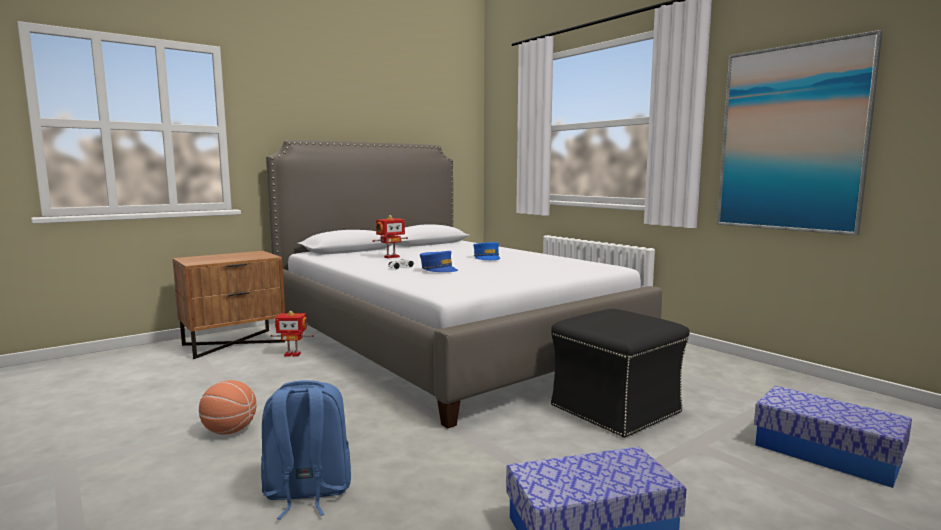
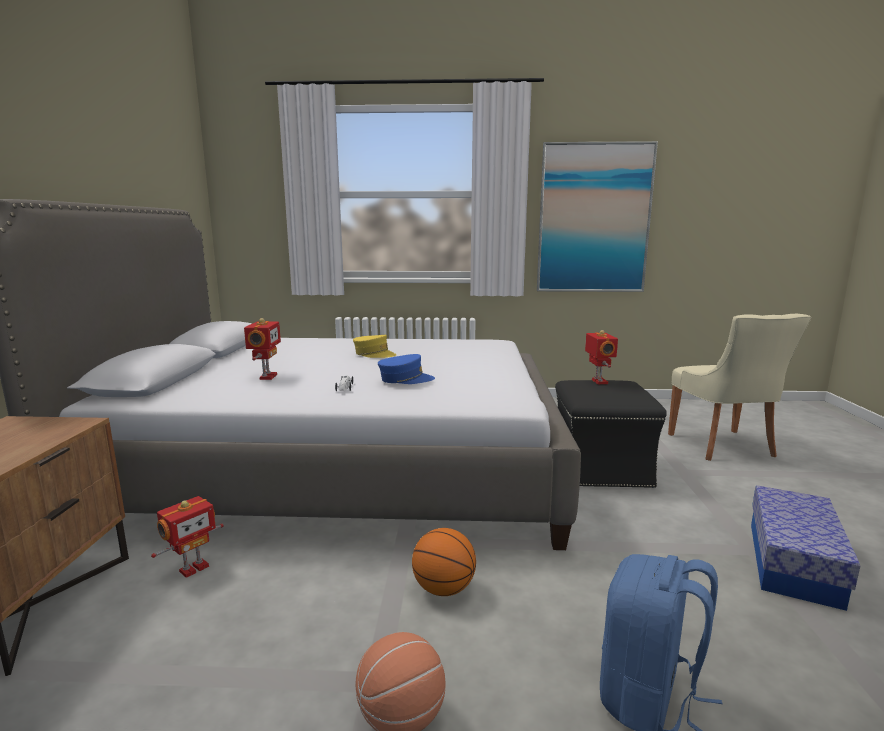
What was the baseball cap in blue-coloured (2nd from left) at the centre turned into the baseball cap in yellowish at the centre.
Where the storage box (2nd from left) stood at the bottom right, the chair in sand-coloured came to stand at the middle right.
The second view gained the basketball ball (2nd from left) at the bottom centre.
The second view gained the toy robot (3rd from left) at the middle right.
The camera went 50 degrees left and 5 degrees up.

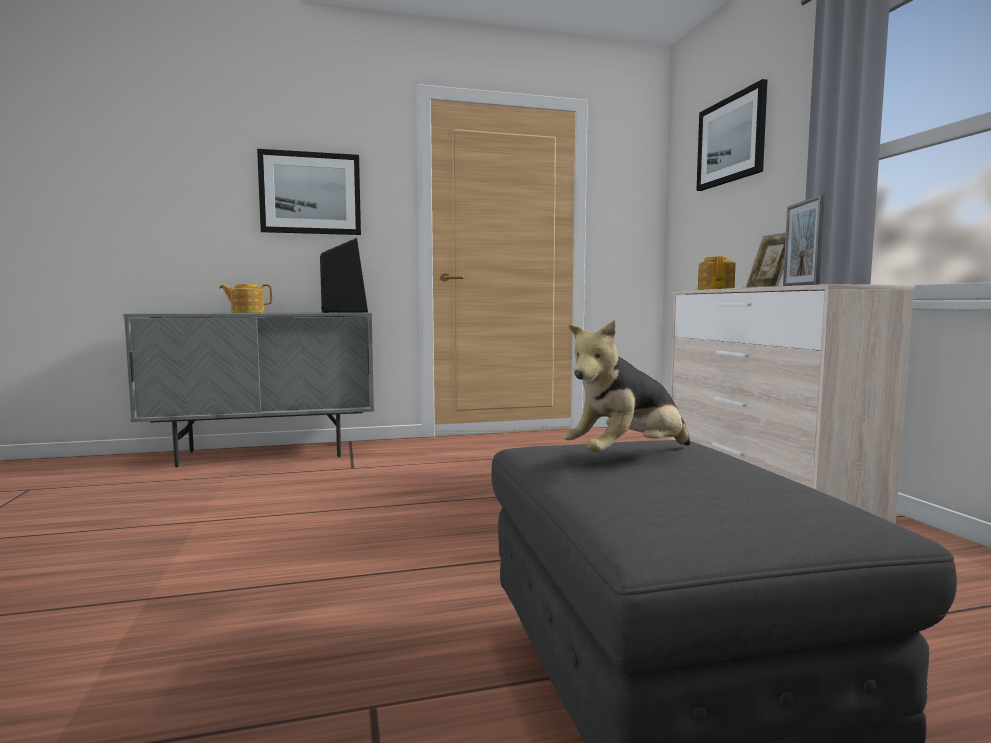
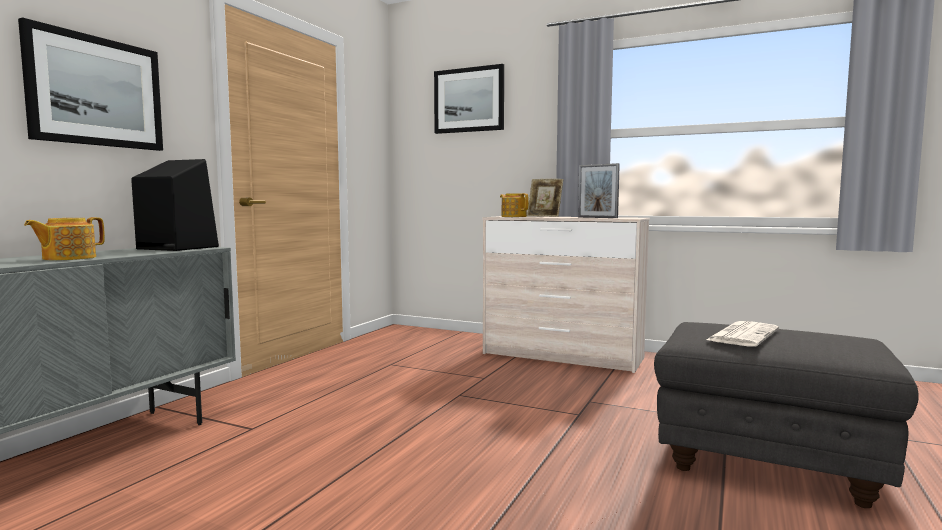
Where the plush toy stood at the centre, the printed paper came to stand at the middle right.
The camera went 50 degrees left and 0 degrees up.

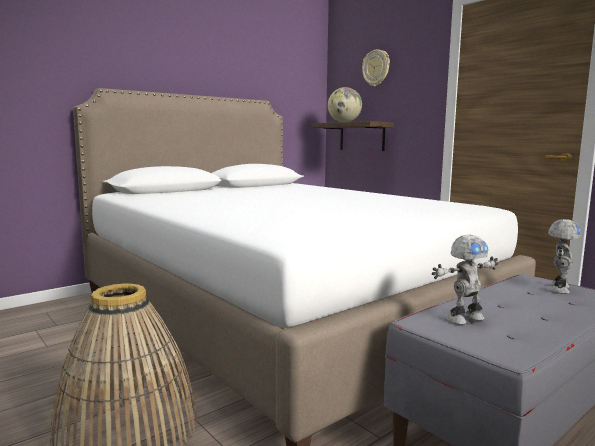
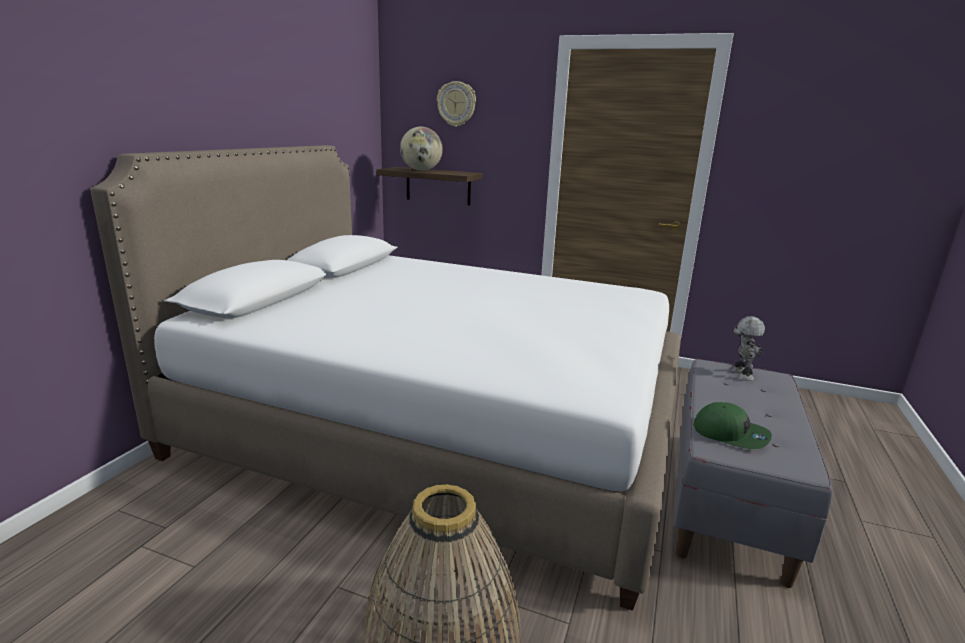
Where the toy robot (1st from left) stood at the middle right, the baseball cap in green-coloured came to stand at the middle right.
The camera went 30 degrees left and 10 degrees up.

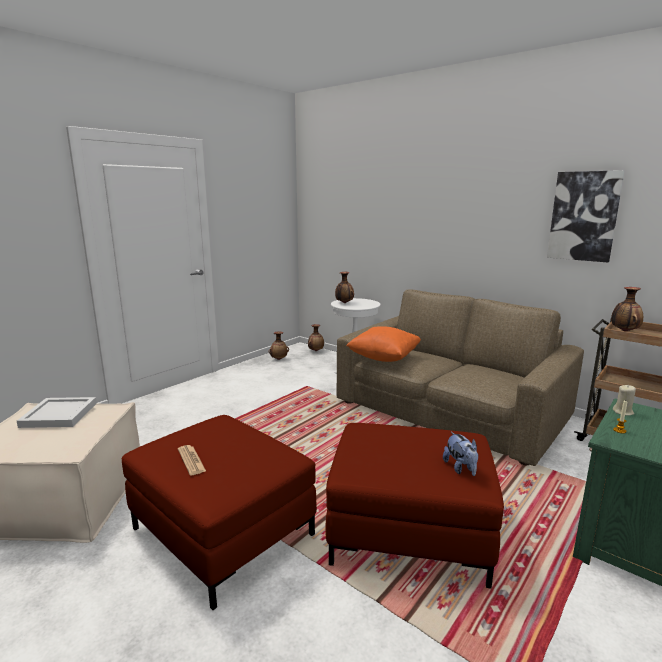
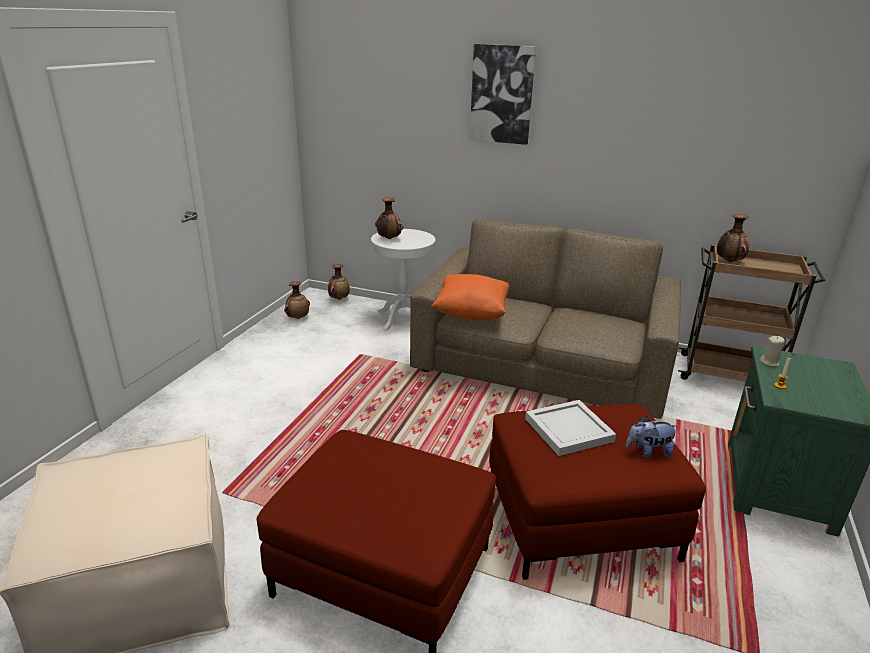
The carrying tray in whitish ended up elsewhere, having gone from the middle left to the centre.
The second view lost the printed paper at the bottom left.
The plush toy at the bottom right ended up facing another way, 120 degrees clockwise from before.
The picture ended up elsewhere, having gone from the top right to the top centre.
The camera went 20 degrees left and 10 degrees up.

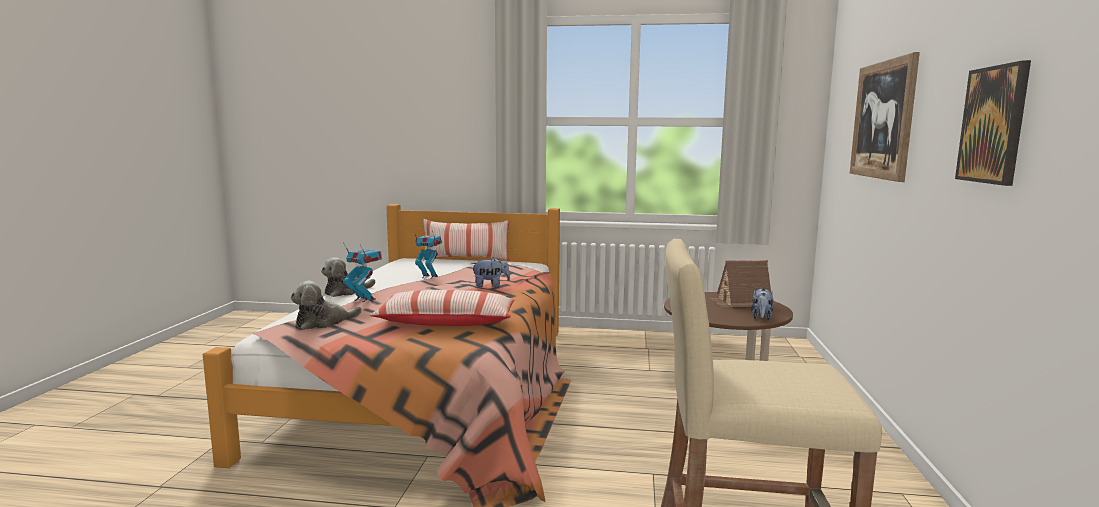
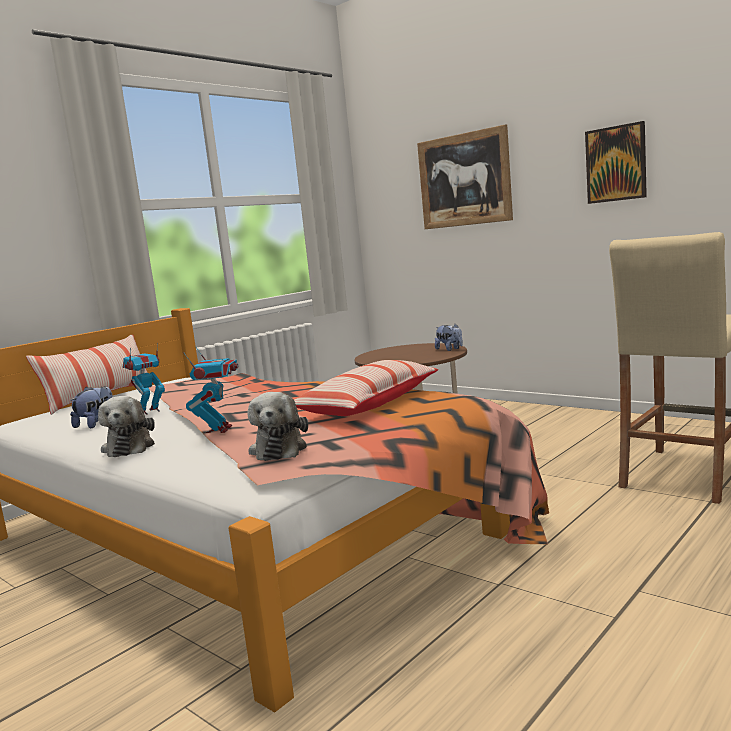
The toy robot (1st from left in the first image) at the middle left ended up facing another way, 120 degrees clockwise from before.
The plush toy (3rd from left in the first image) ended up elsewhere, having gone from the centre to the middle left.
The second view lost the toy house at the middle right.
The camera went 55 degrees left and 0 degrees up.

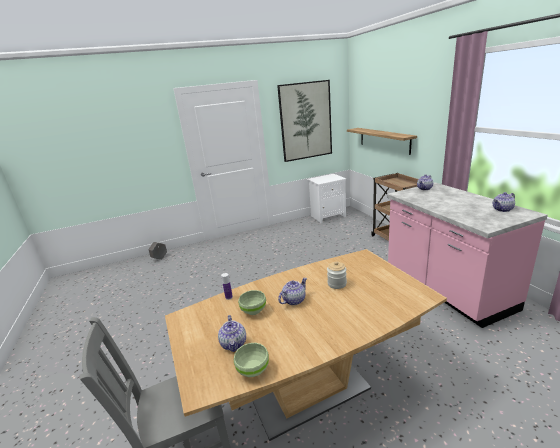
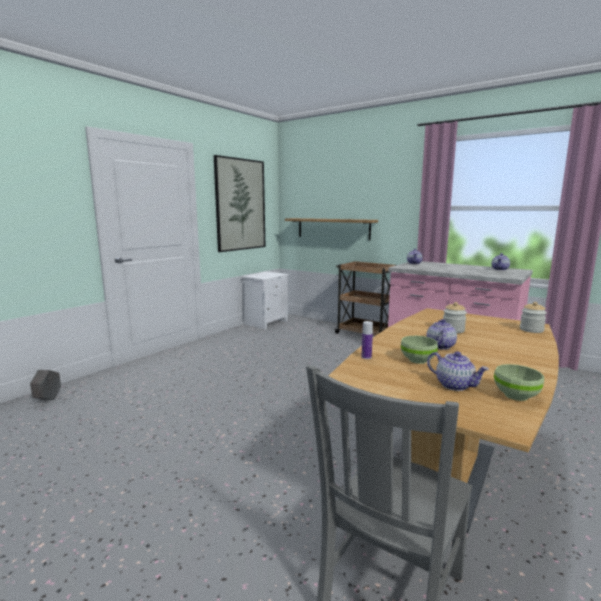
The second view gained the storage jar (2nd from left) at the middle right.
The camera went 35 degrees left and 10 degrees down.

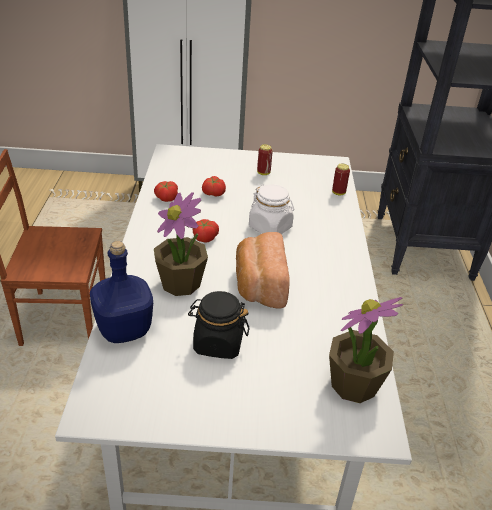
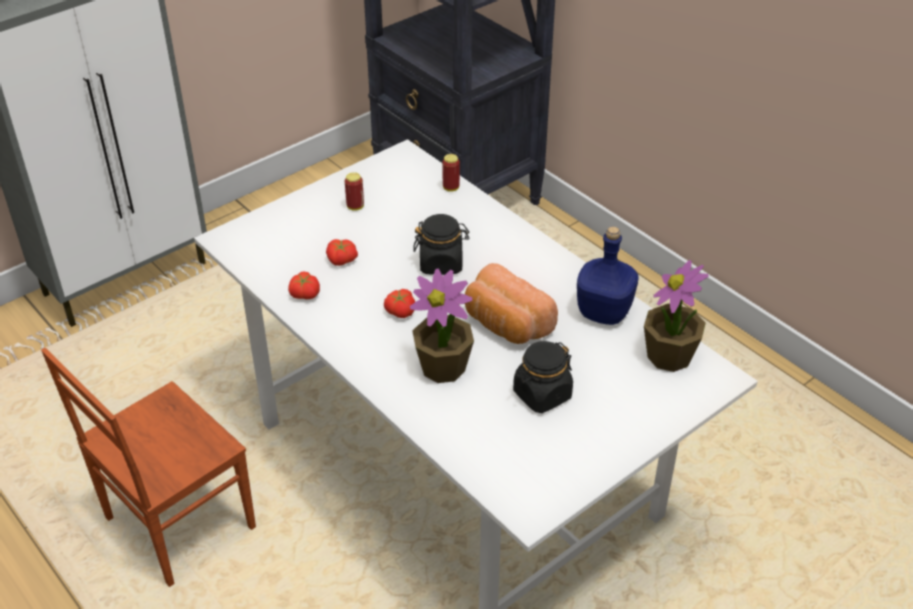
The bottle in blue-coloured ended up elsewhere, having gone from the middle left to the centre.
What was the storage jar in whitish at the centre turned into the storage jar in black (1st from left) at the centre.
The camera went 40 degrees left and 5 degrees up.

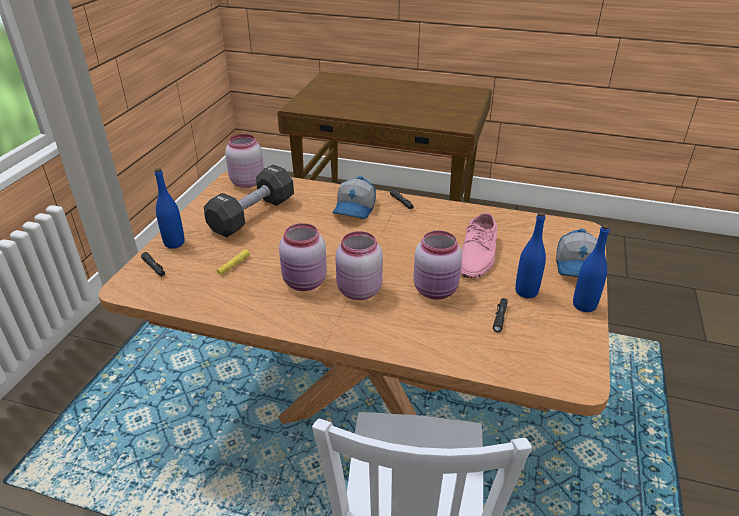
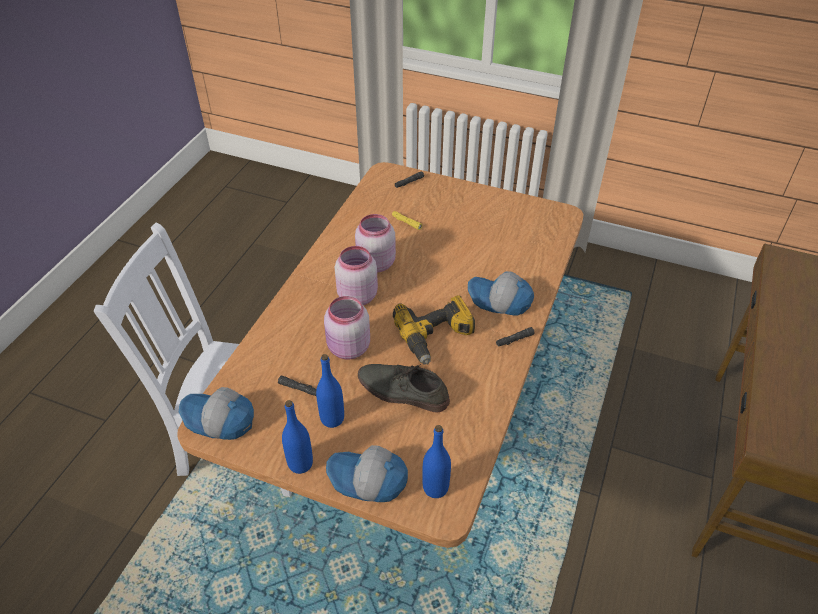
The bottle in blue-coloured (1st from left in the first image) ended up elsewhere, having gone from the middle left to the bottom centre.
The second view lost the hand weight in black at the centre.
The second view lost the storage jar in pinkish (1st from left) at the top left.
What was the low shoe in pinkish at the centre turned into the low shoe in gray at the centre.
The second view gained the baseball cap (1st from left) at the bottom left.
The second view gained the electric drill at the centre.
The camera went 95 degrees right and 10 degrees up.

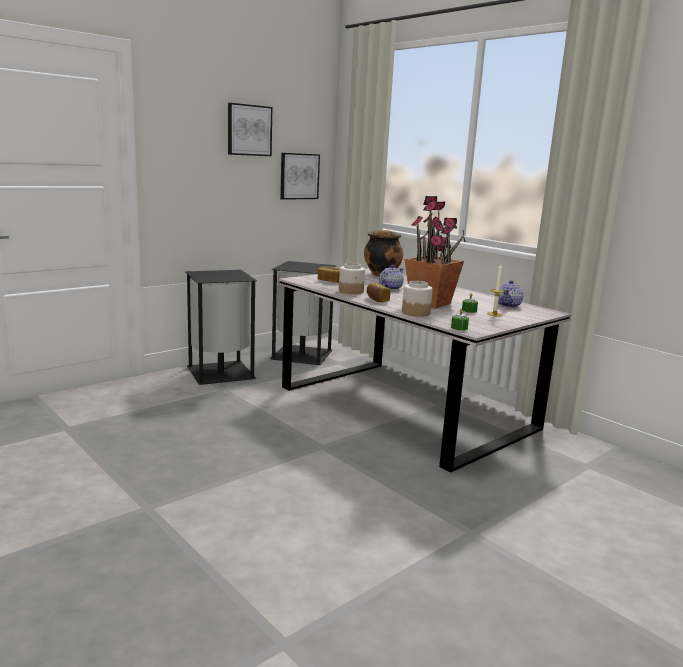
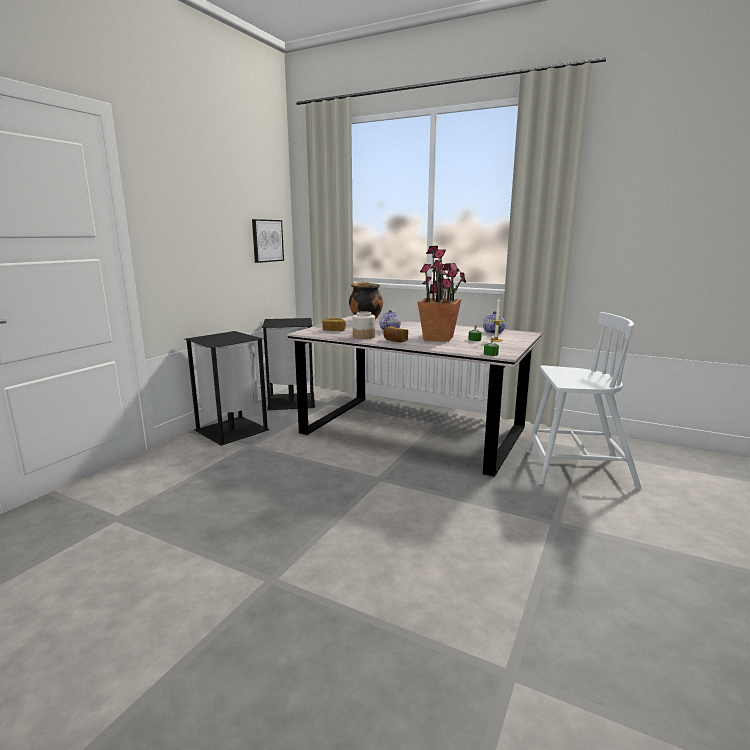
The second view lost the picture (1st from left) at the top centre.
The second view lost the storage jar (2nd from left) at the centre.
The second view gained the chair in whitish at the middle right.
The camera went 20 degrees left and 0 degrees up.

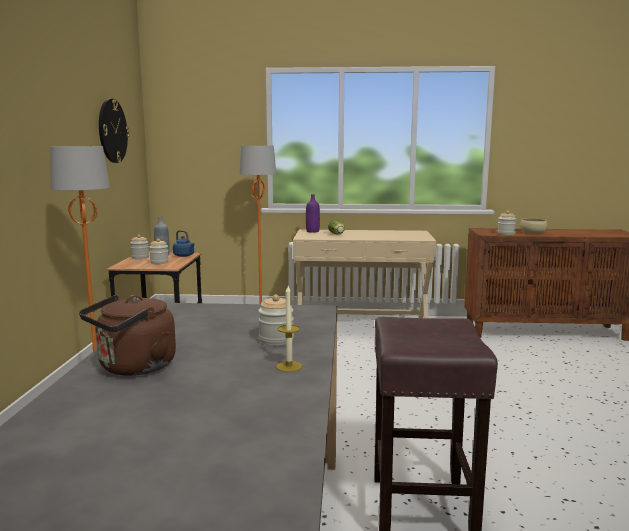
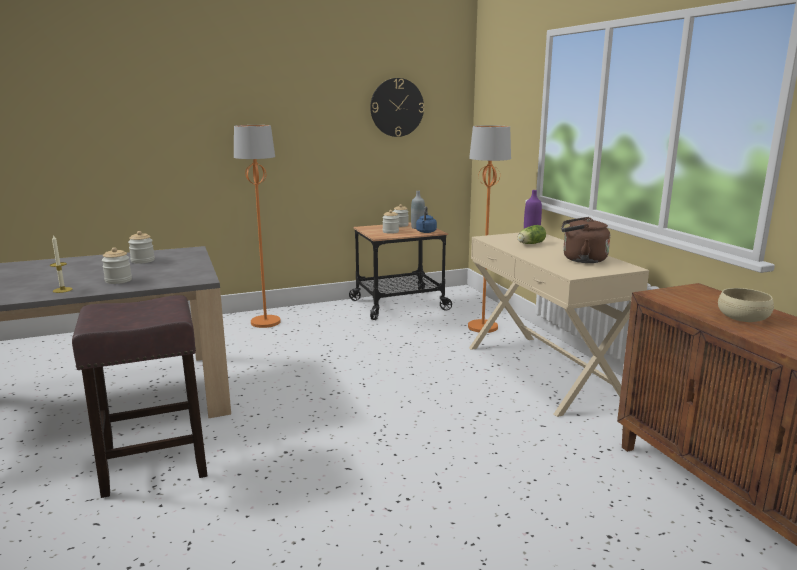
The tea kettle in brownish ended up elsewhere, having gone from the middle left to the middle right.
The storage jar (4th from left in the first image) ended up elsewhere, having gone from the middle right to the middle left.
The camera went 65 degrees right and 5 degrees up.

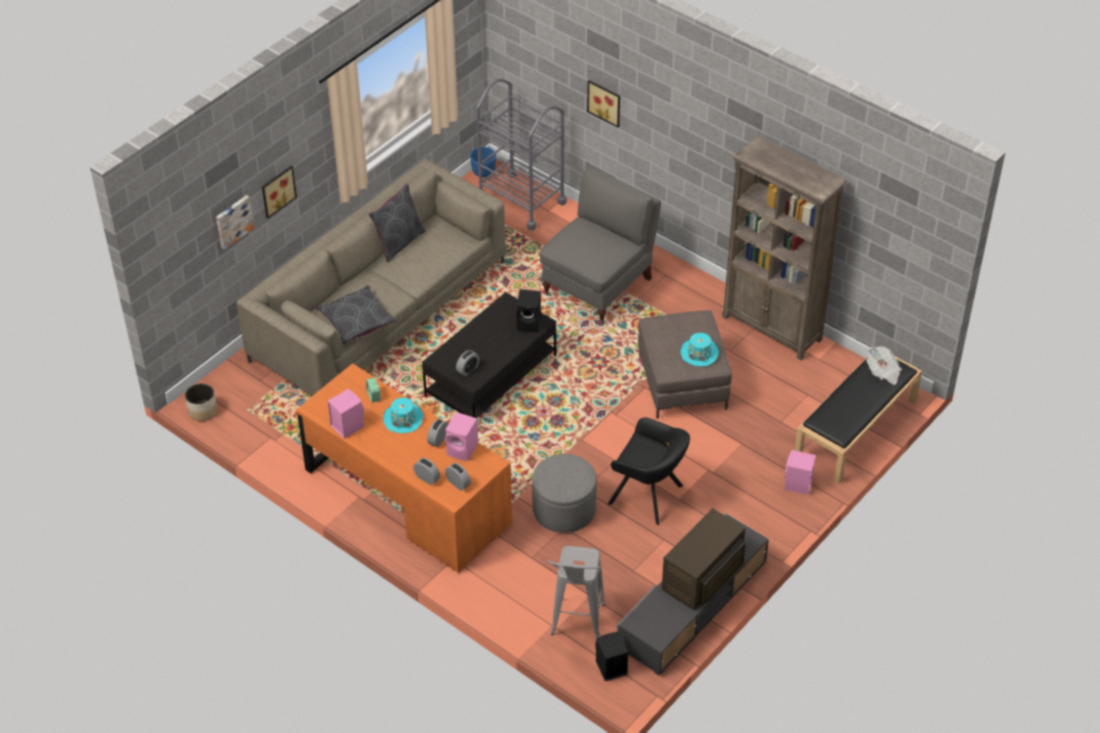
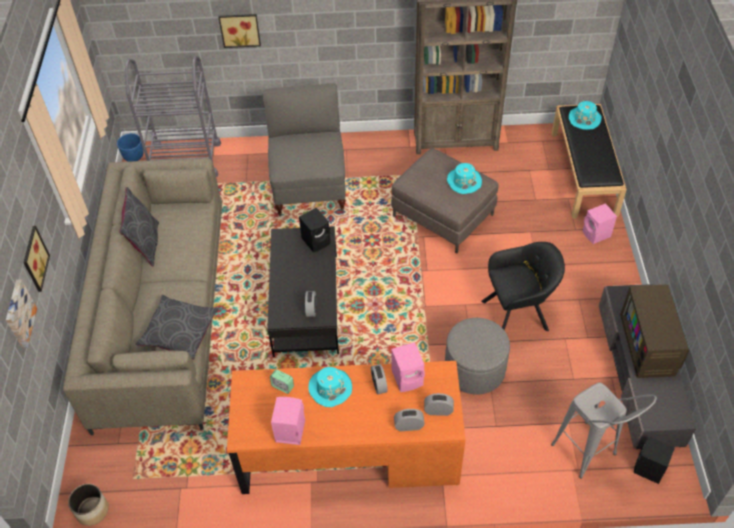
Where the printed paper stood at the middle right, the hat in blue-green (3rd from left) came to stand at the top right.
The camera went 40 degrees left and 5 degrees up.

